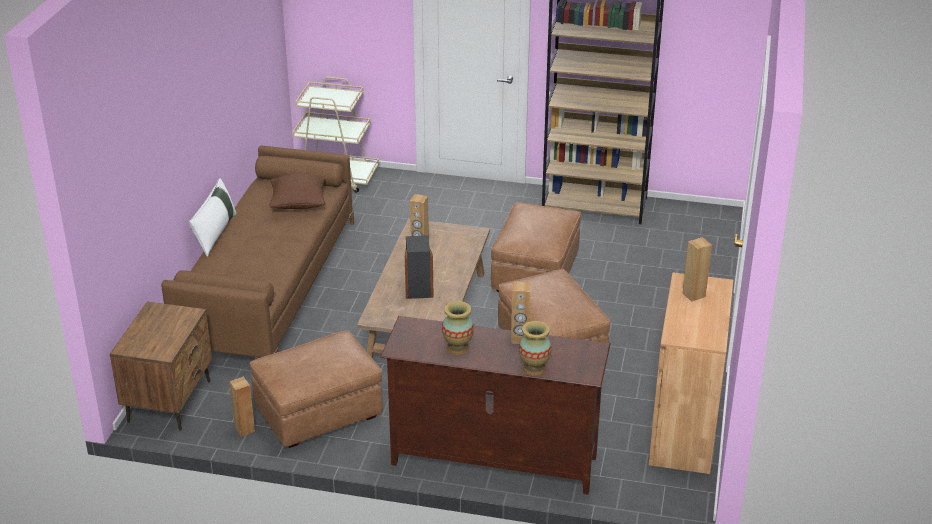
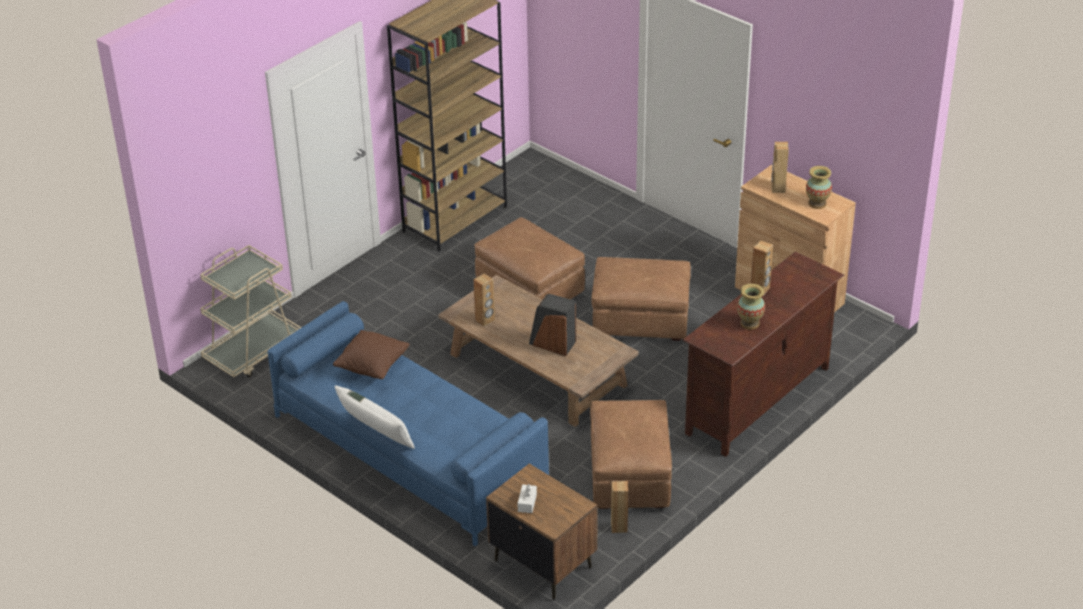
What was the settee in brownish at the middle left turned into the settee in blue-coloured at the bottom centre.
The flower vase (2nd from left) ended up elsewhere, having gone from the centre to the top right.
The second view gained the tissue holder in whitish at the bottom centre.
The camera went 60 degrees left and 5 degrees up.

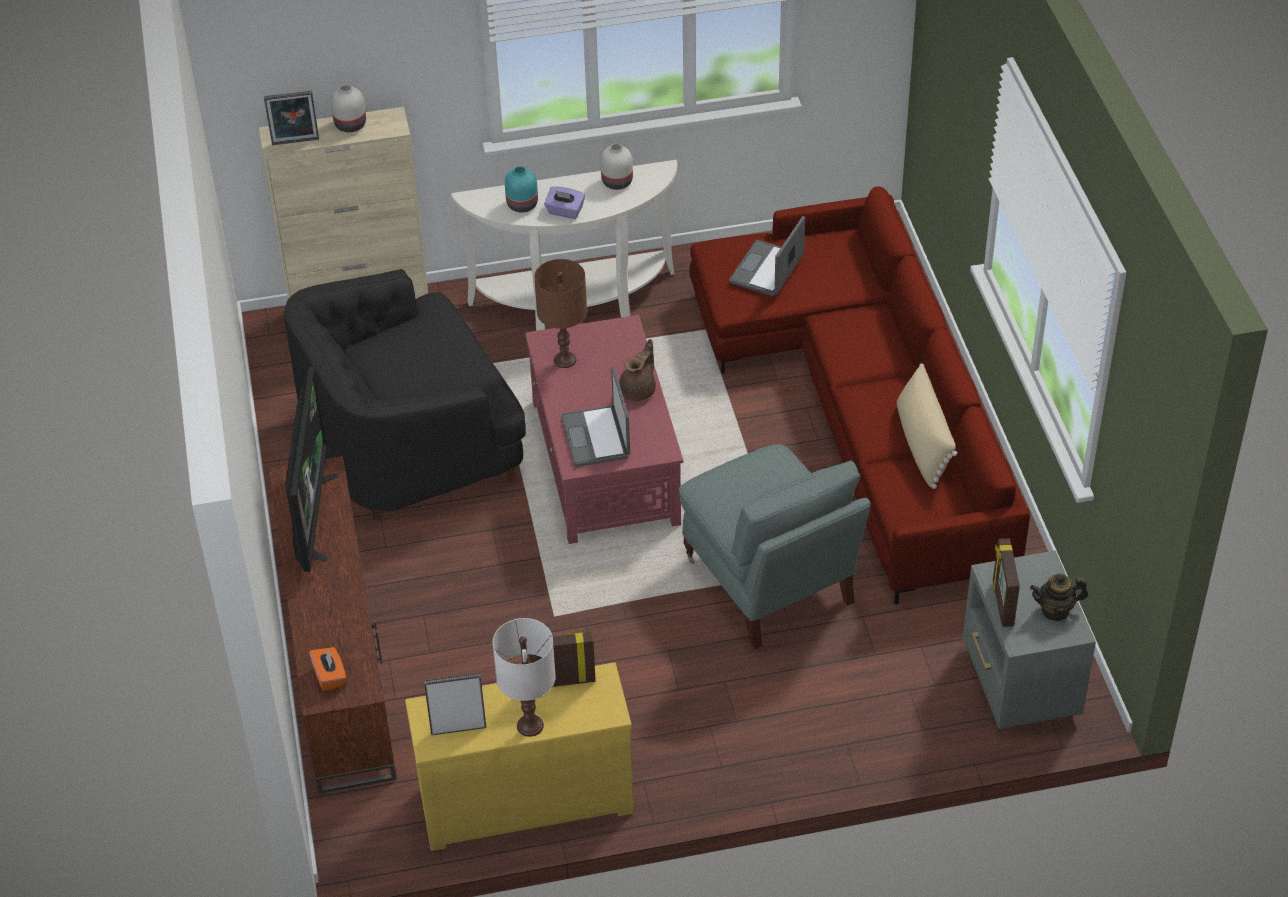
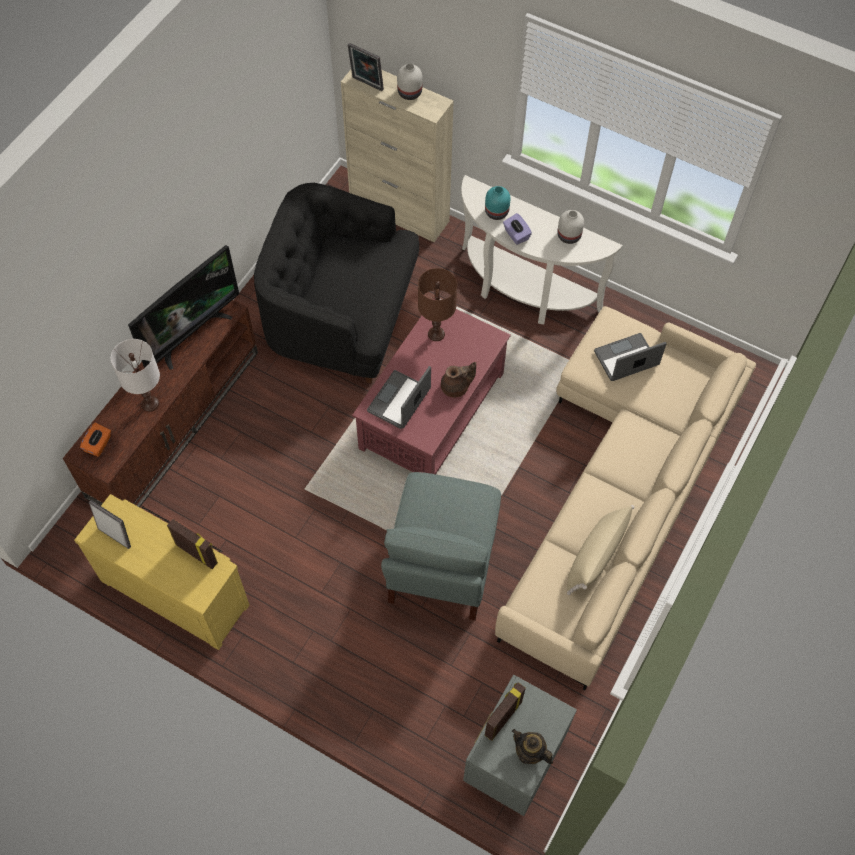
The table lamp in whitish ended up elsewhere, having gone from the bottom centre to the middle left.
What was the settee in reddish at the middle right turned into the settee in sand-coloured at the middle right.
The camera went 40 degrees right and 15 degrees up.

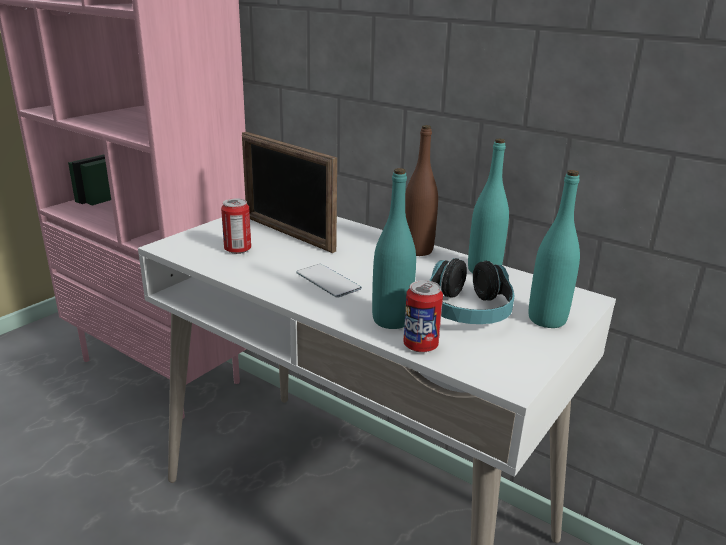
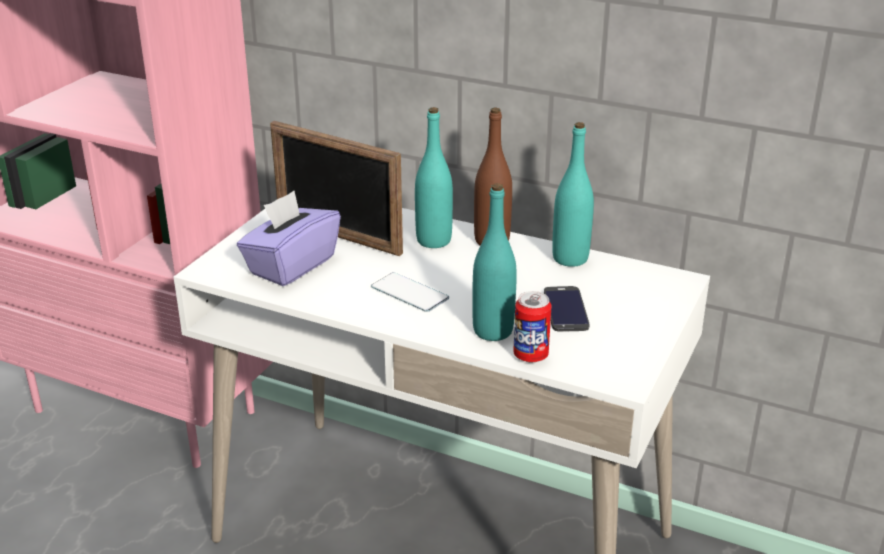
Where the metal can (1st from left) stood at the middle left, the tissue holder in purple came to stand at the middle left.
Where the headphones stood at the centre, the telephone (2nd from left) came to stand at the centre.
The bottle in blue-green (3rd from left in the first image) ended up elsewhere, having gone from the middle right to the top centre.
The camera went 10 degrees left and 5 degrees up.

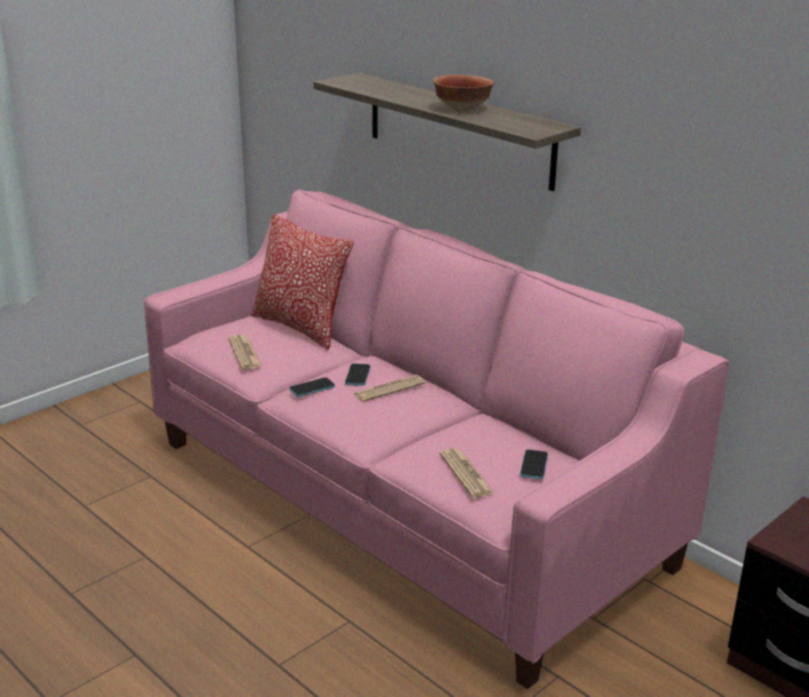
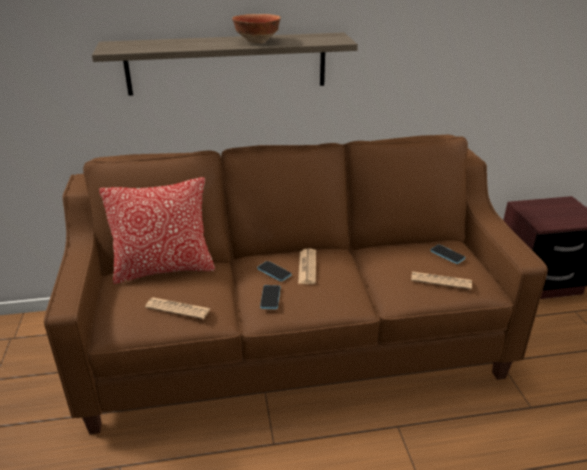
What was the settee in pinkish at the centre turned into the settee in brownish at the centre.
The camera went 55 degrees left and 5 degrees up.

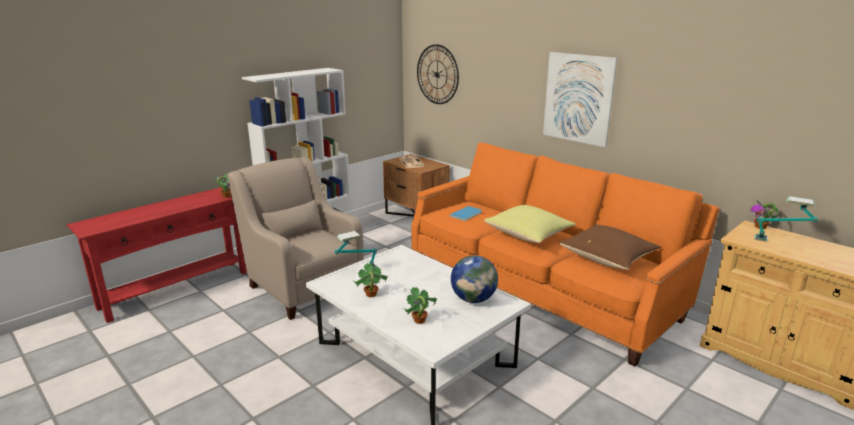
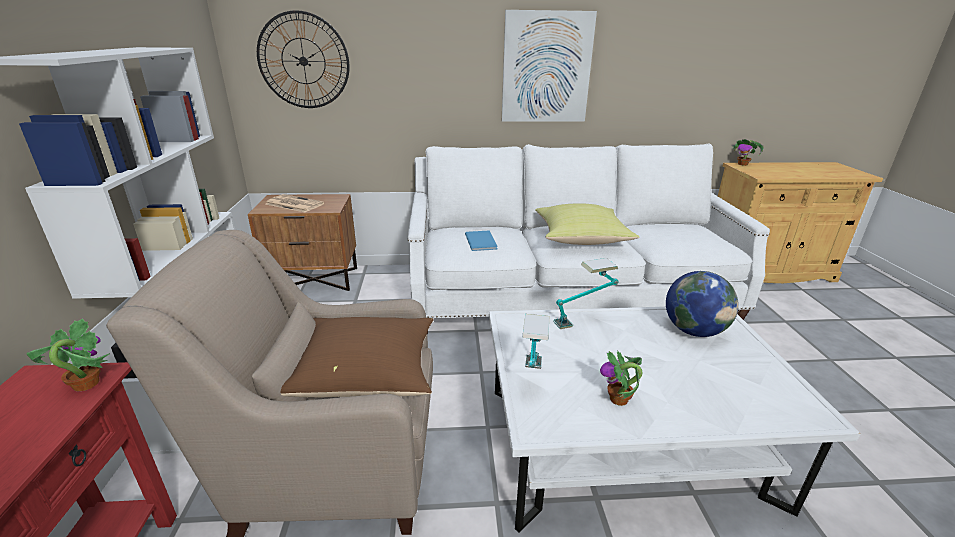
The second view lost the potted plant (3rd from left) at the bottom centre.
What was the settee in orange-coloured at the centre turned into the settee in whitish at the centre.
The cushion in brownish ended up elsewhere, having gone from the middle right to the centre.
The table lamp (2nd from left) ended up elsewhere, having gone from the middle right to the centre.
The camera went 50 degrees left and 5 degrees up.

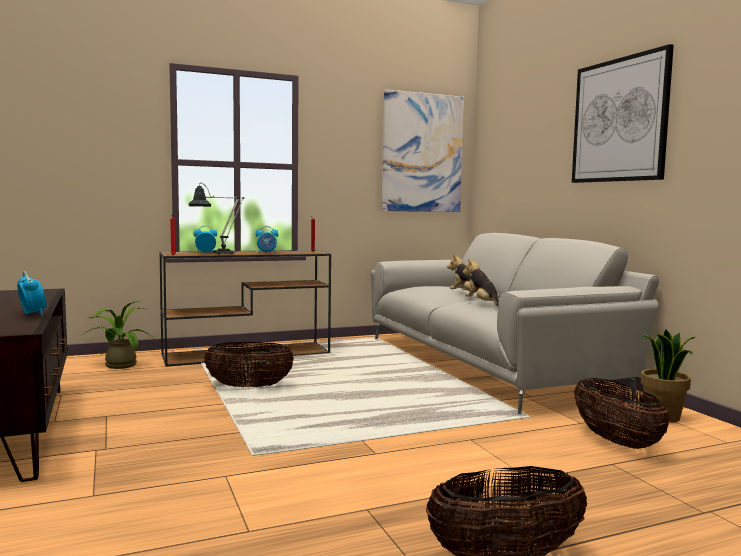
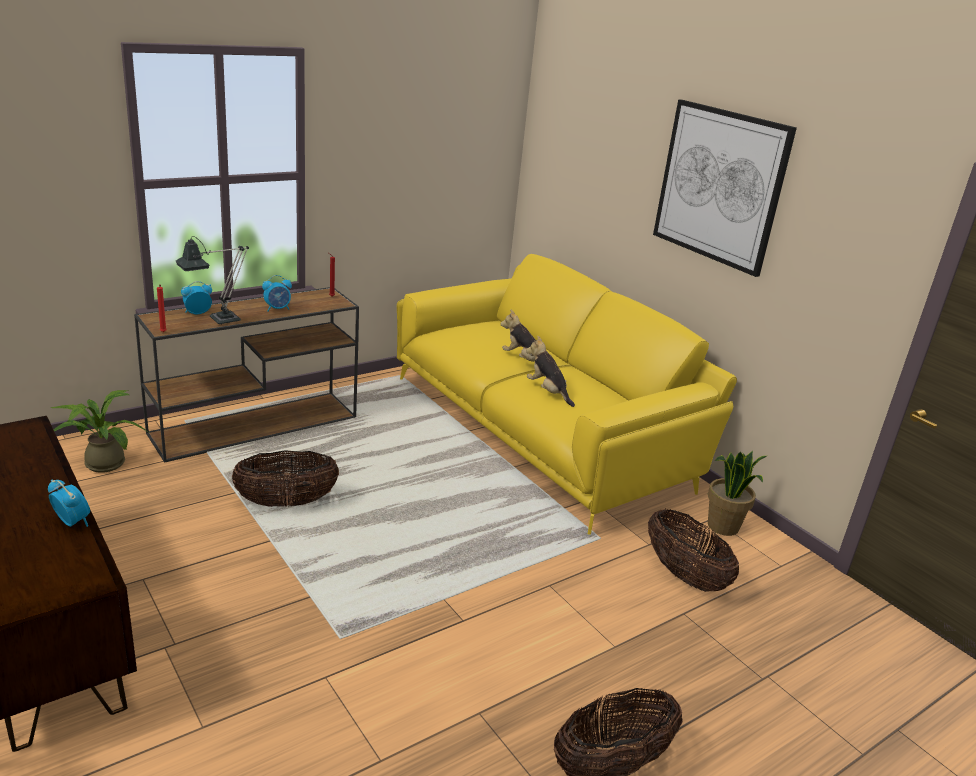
What was the settee in gray at the middle right turned into the settee in yellowish at the centre.
The second view lost the picture (1st from left) at the top centre.
The camera went 15 degrees left and 20 degrees up.

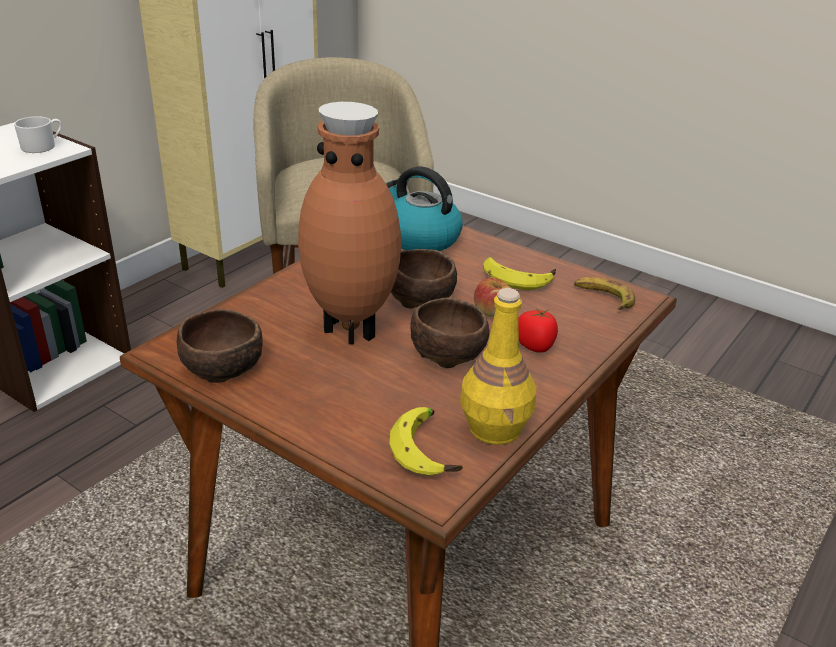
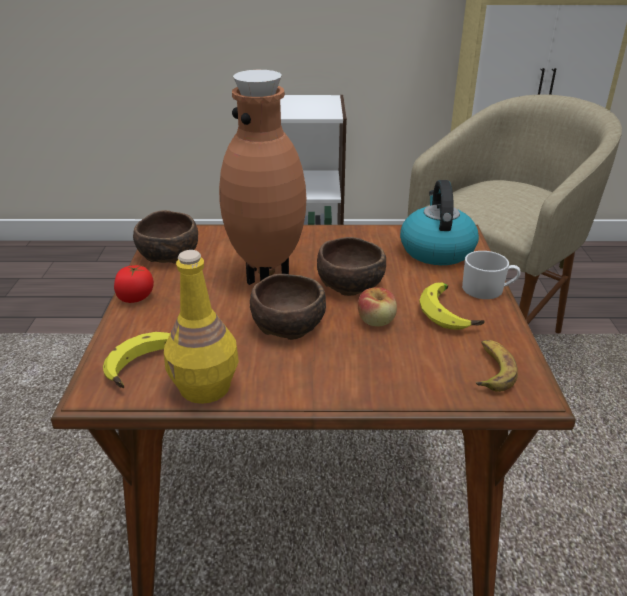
The coffee mug in whitish ended up elsewhere, having gone from the top left to the middle right.
The fresh tomato ended up elsewhere, having gone from the centre to the middle left.
The camera went 55 degrees right and 0 degrees up.

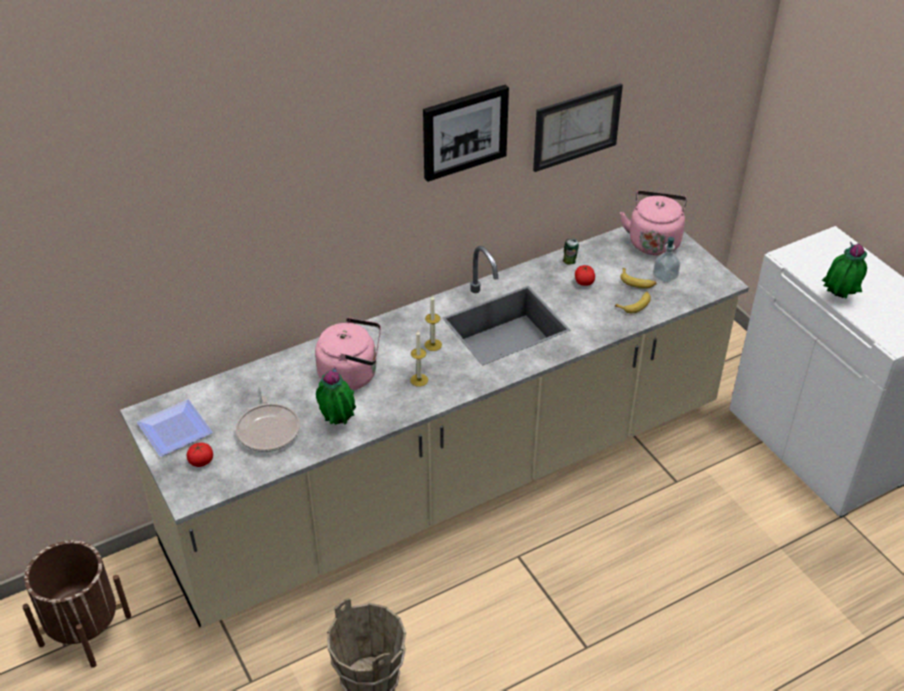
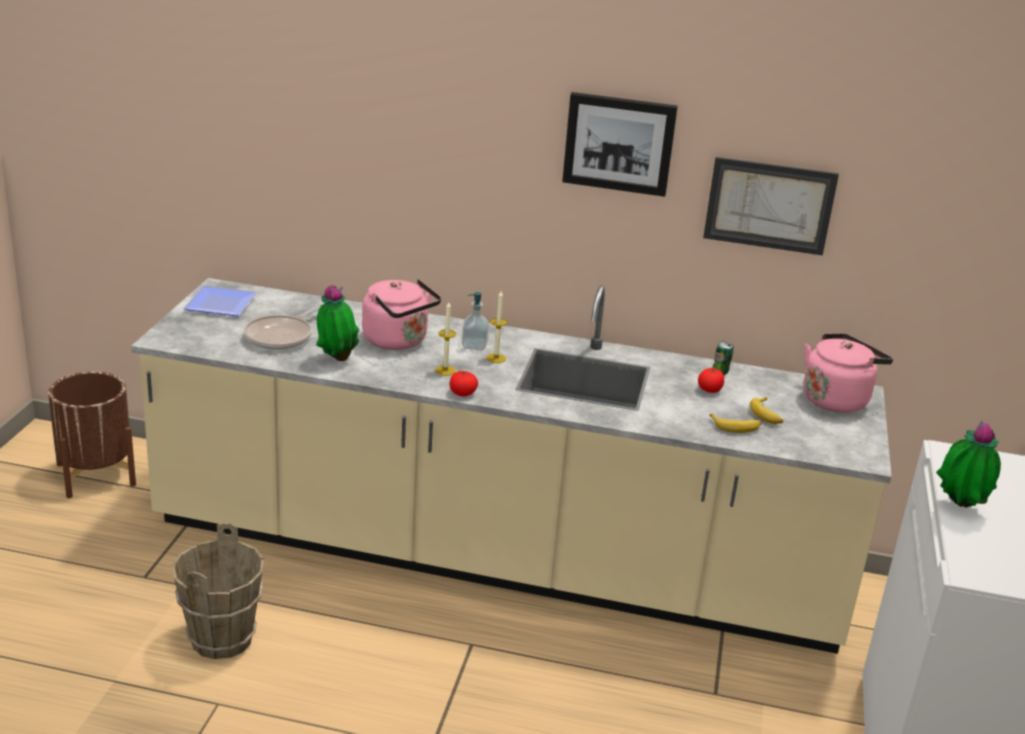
The fresh tomato (1st from left) ended up elsewhere, having gone from the middle left to the centre.
The liquid soap bottle ended up elsewhere, having gone from the middle right to the centre.
The camera went 40 degrees right and 15 degrees down.

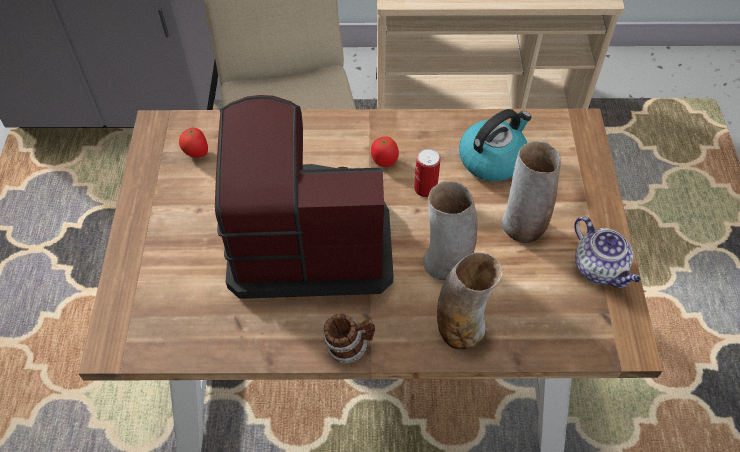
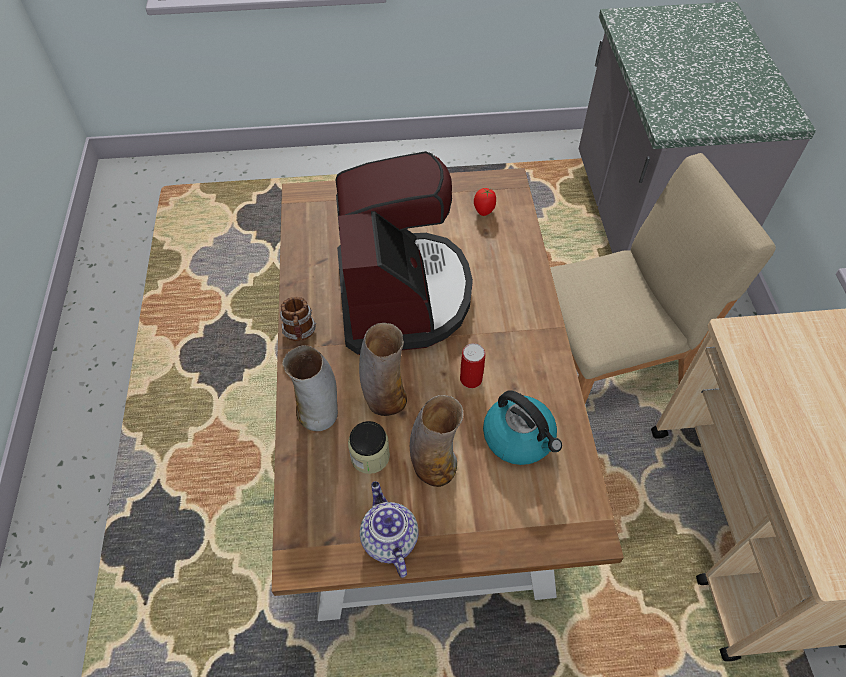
The second view lost the fresh tomato (2nd from left) at the centre.
The teapot at the middle right ended up facing another way, 105 degrees clockwise from before.
The second view gained the storage jar at the centre.
The camera went 85 degrees right and 0 degrees up.

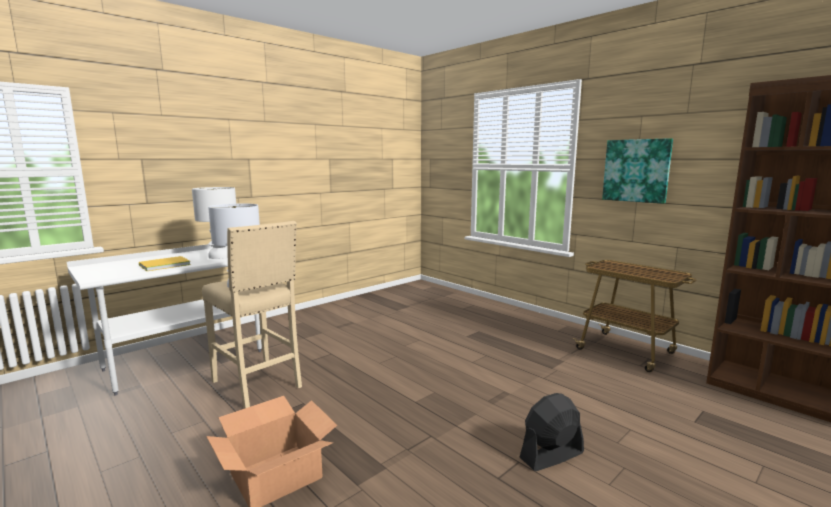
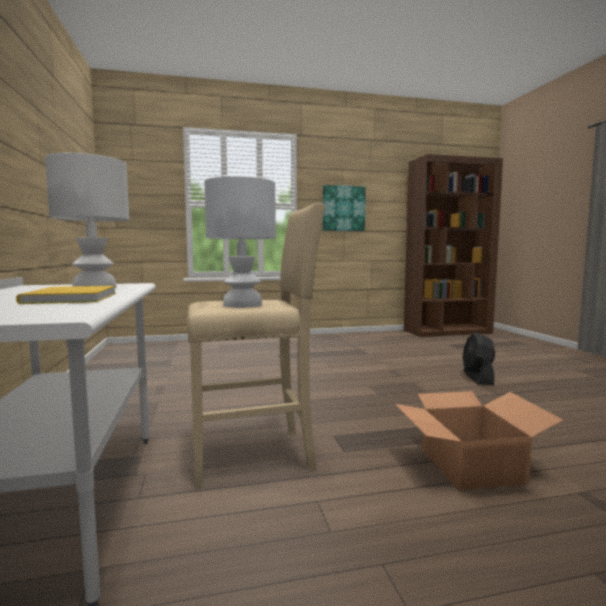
The second view lost the cart at the middle right.
The camera went 60 degrees left and 5 degrees down.

